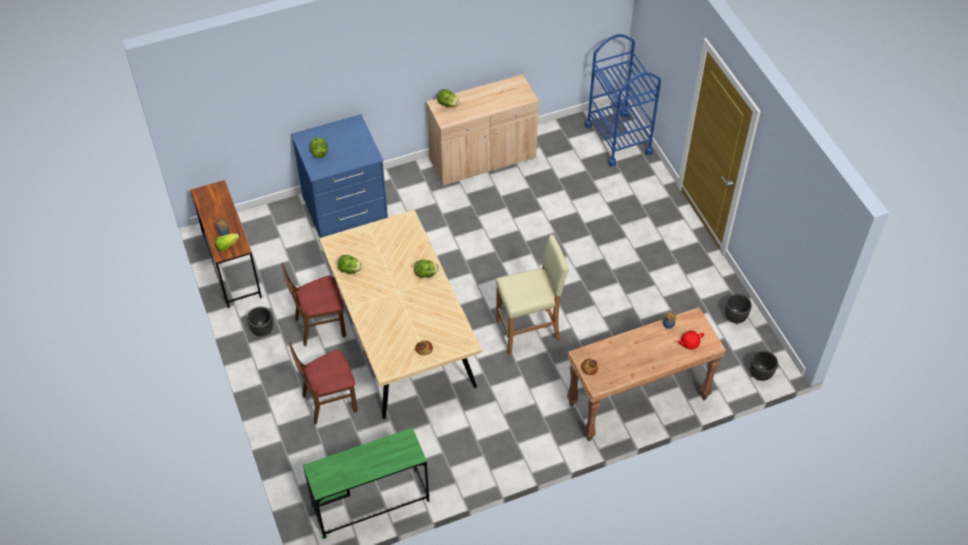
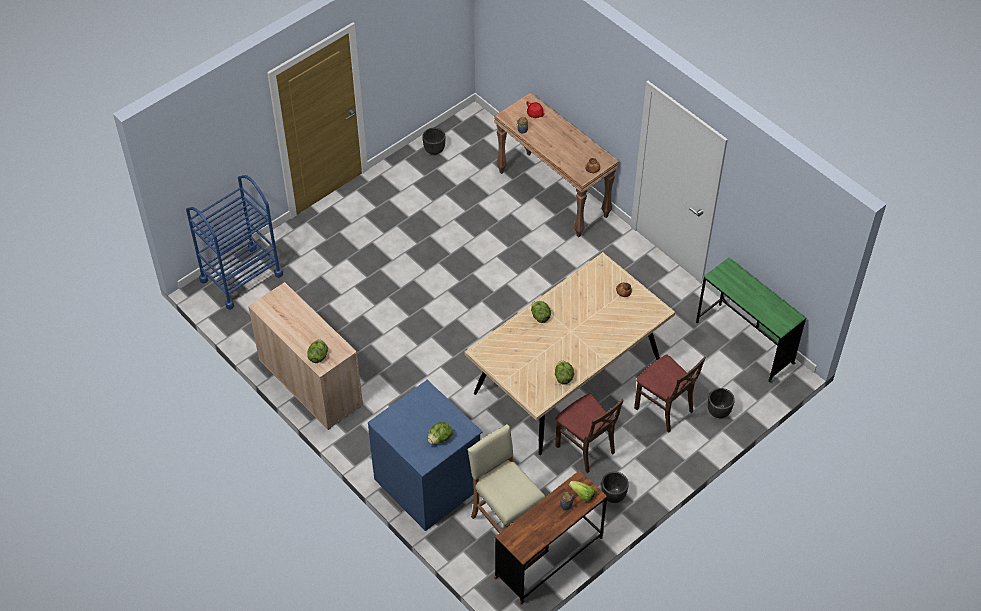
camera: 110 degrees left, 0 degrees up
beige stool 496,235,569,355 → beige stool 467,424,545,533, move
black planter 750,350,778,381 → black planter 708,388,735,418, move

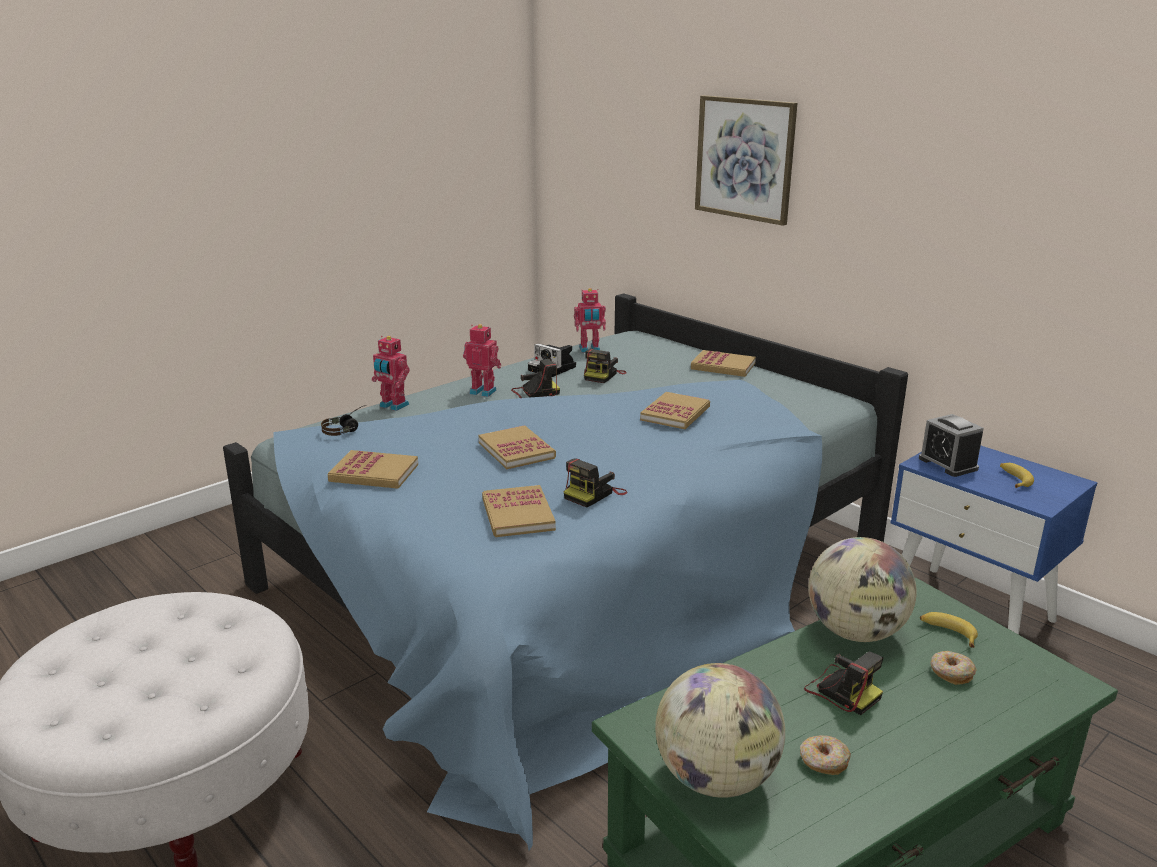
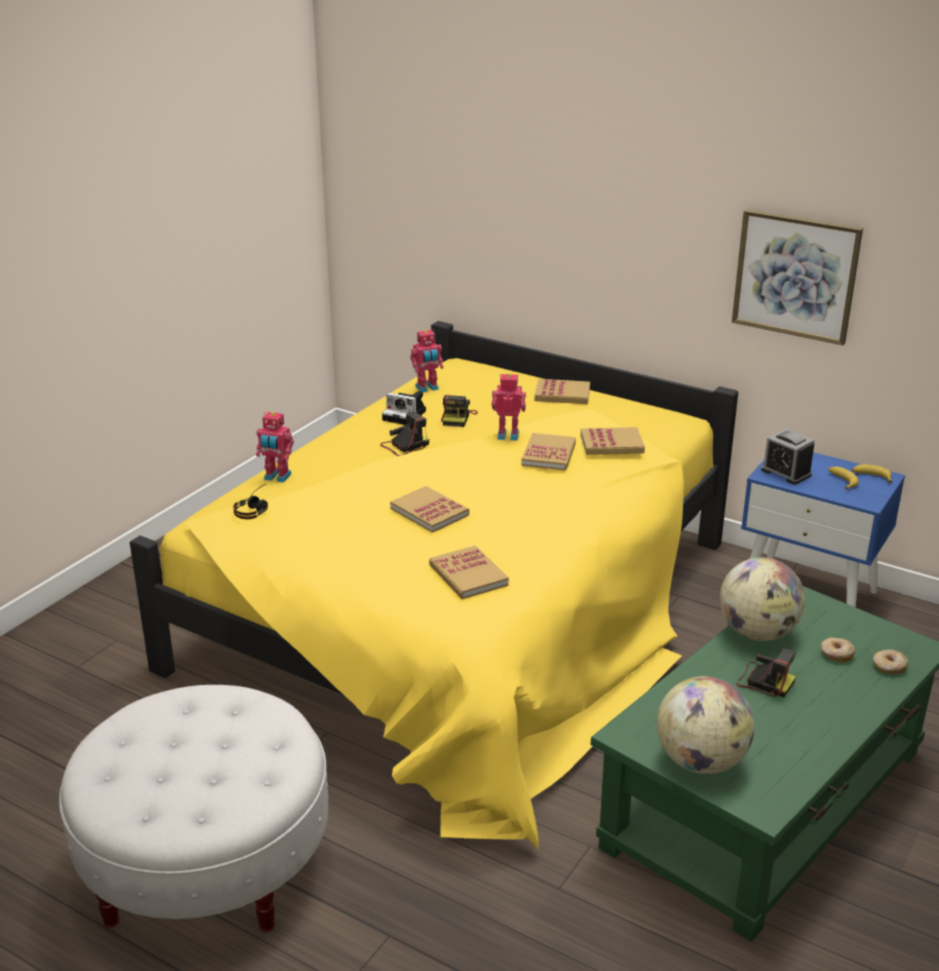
camera: 15 degrees left, 5 degrees up
blue bed 223,293,908,851 → yellow bed 130,321,738,849
book 327,450,418,489 → book 581,427,645,455, move
toy robot 463,324,501,397 → toy robot 491,373,526,441, move
photo camera 564,458,627,507 → -
picture 695,95,797,226 → picture 732,209,863,345, move
donut 800,735,851,775 → donut 873,649,908,674, move
banana 920,612,978,648 → banana 852,464,892,483, move

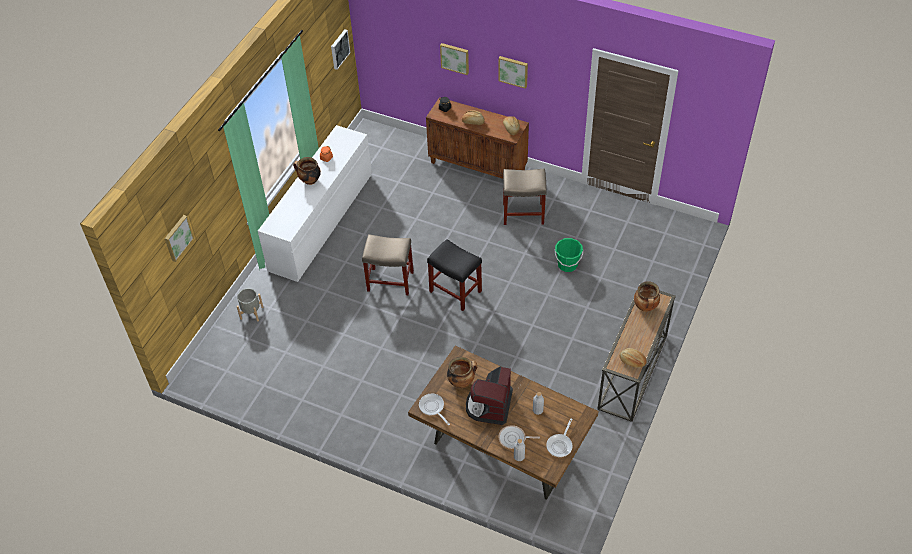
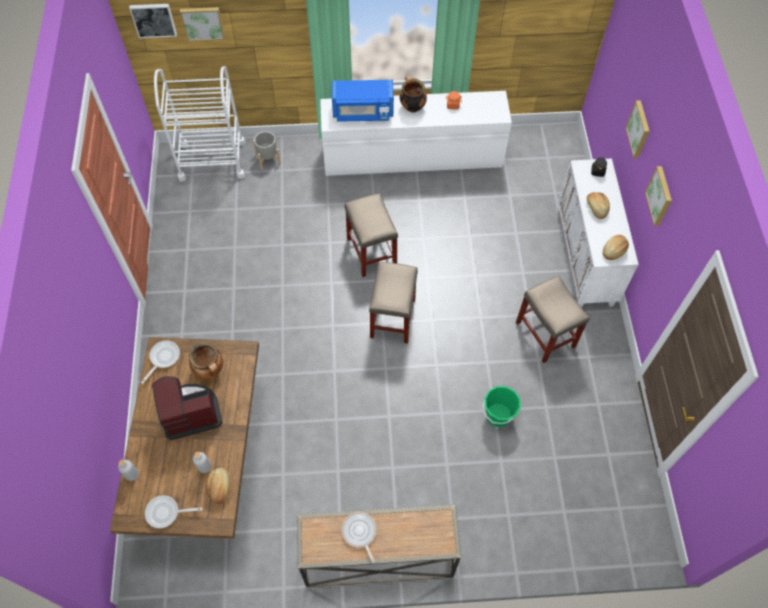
camera: 60 degrees right, 10 degrees up
picture 331,29,350,70 → picture 129,4,177,38, move
brown cabinet 426,97,529,179 → white cabinet 558,158,639,308
black stool 427,239,482,311 → beige stool 369,262,418,344
frying pan 498,425,540,449 → frying pan 342,512,377,563, move
bread 620,348,647,368 → bread 205,467,230,504, move
cooking pot 634,281,660,312 → -
- → white cart 154,66,246,182
- → blue microwave 332,80,394,122

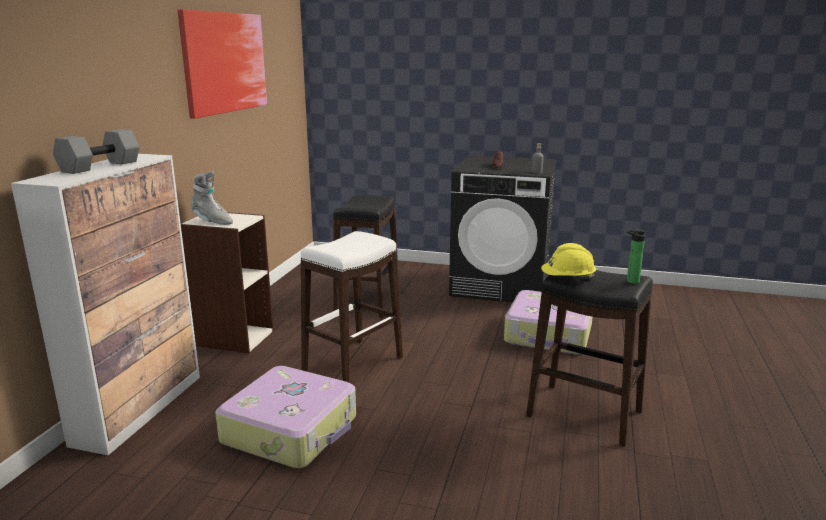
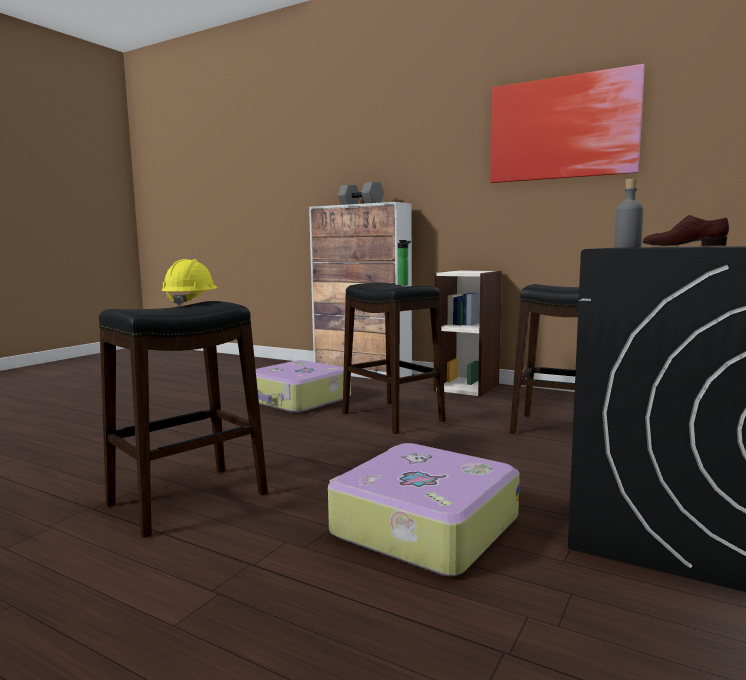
camera: 105 degrees right, 10 degrees down
grey boot 191,171,233,225 → -
white stool 301,231,403,383 → black stool 342,283,446,434
bottle 627,229,647,284 → bottle 398,240,411,286, move

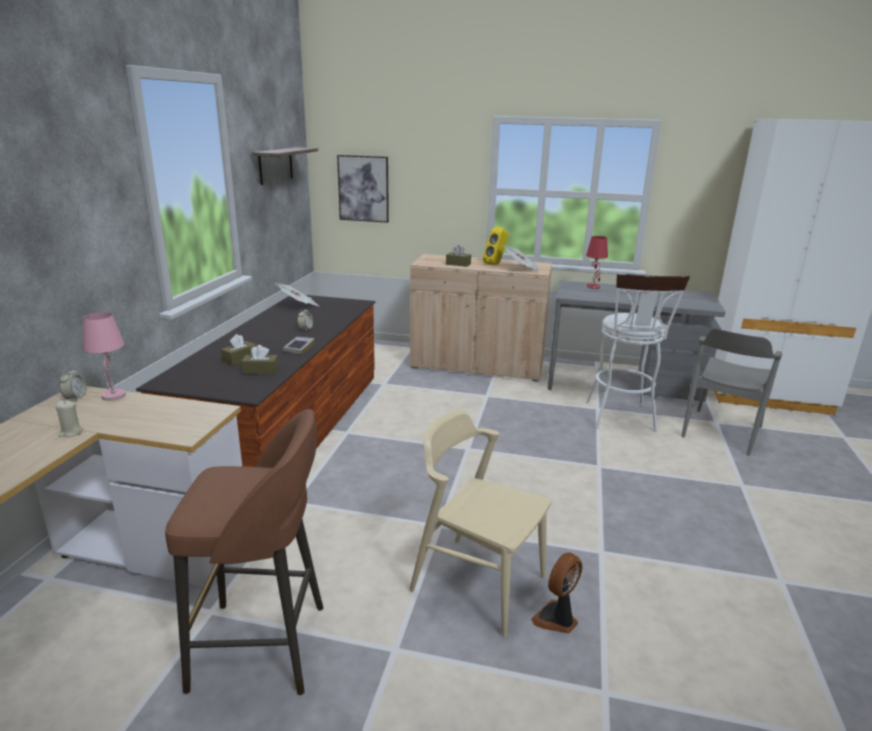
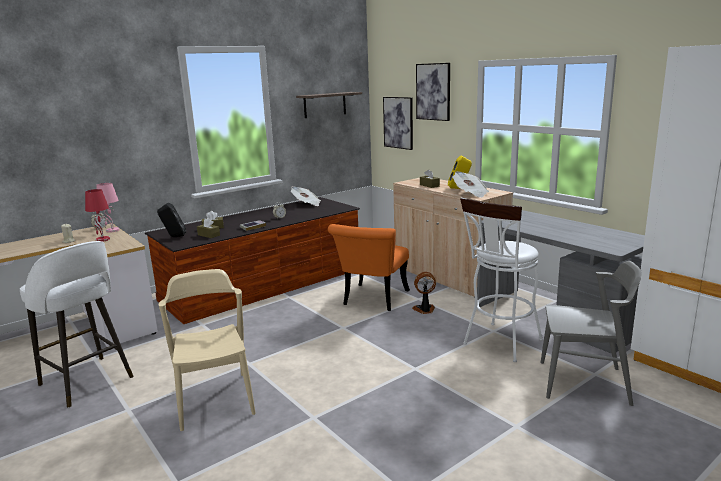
camera: 40 degrees right, 5 degrees down
brown stool 165,409,324,695 → white stool 20,241,134,408
fan 531,552,582,633 → fan 412,272,436,314, move
red table lamp 586,236,608,289 → red table lamp 85,189,110,242, move
grey chair 681,329,783,456 → grey chair 541,261,642,406, 150 degrees counterclockwise
- → black speaker 157,203,186,237
- → orange chair 328,224,410,311
- → picture 416,63,450,121

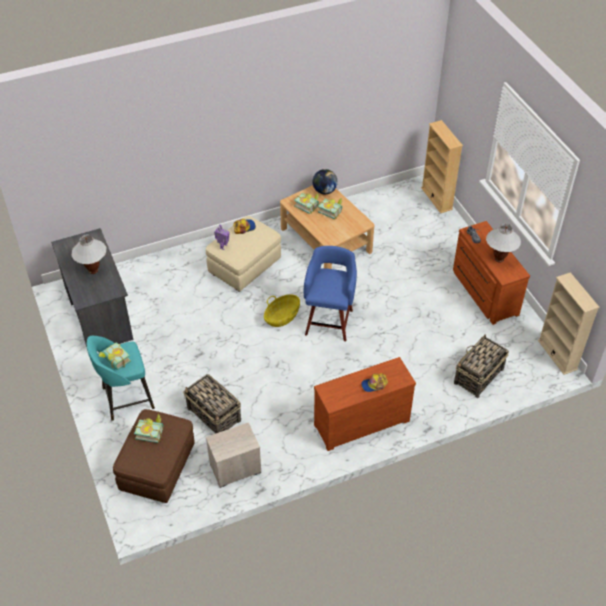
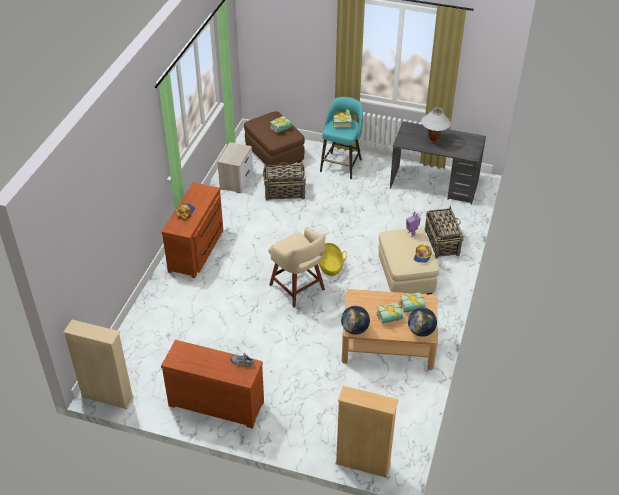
camera: 130 degrees right, 5 degrees down
blue stool 304,246,357,341 → beige stool 268,227,325,308
basket 454,335,509,398 → basket 425,206,464,259, move
white table lamp 486,223,521,263 → -
- → globe 341,306,370,335

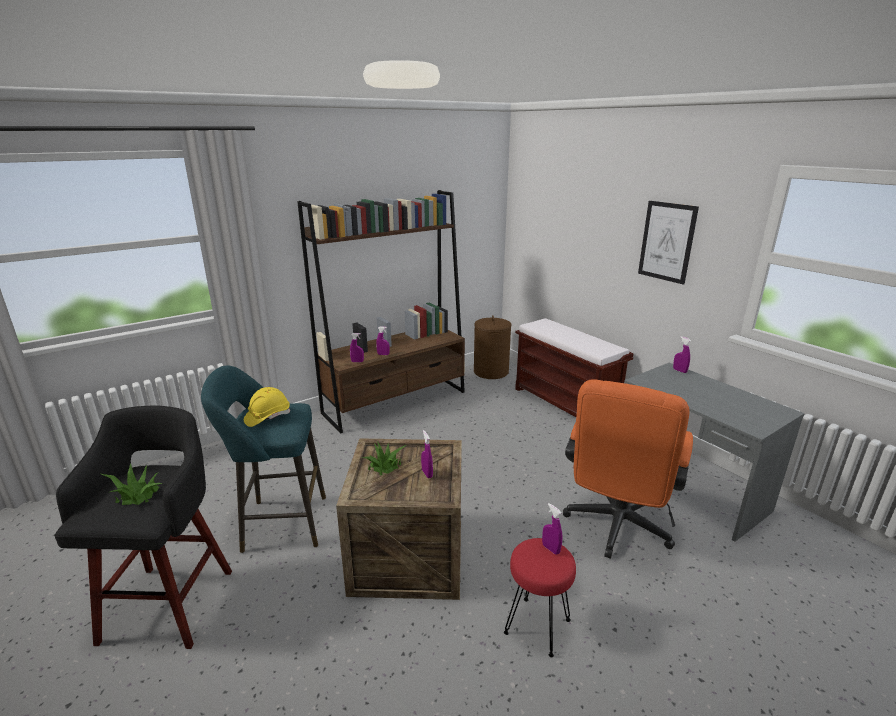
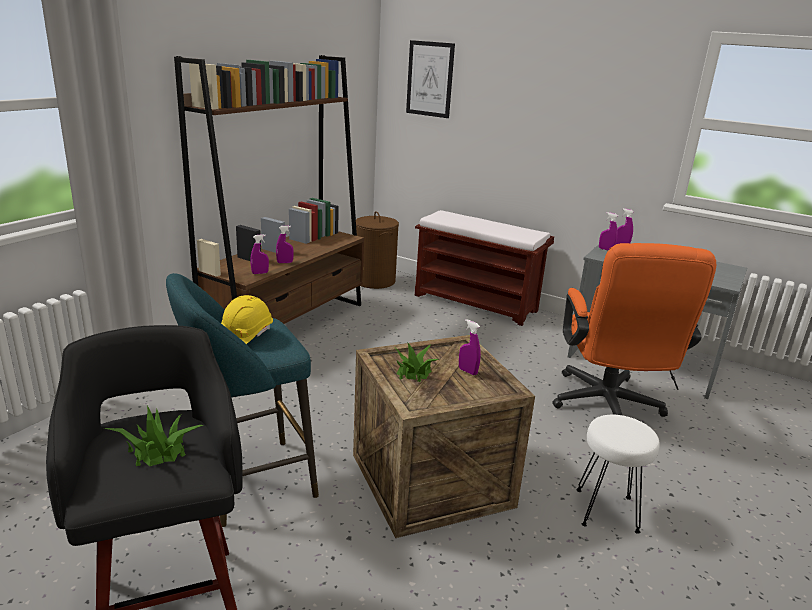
camera: 25 degrees left, 0 degrees up
red stool 504,538,576,657 → white stool 577,415,660,534
purple spray bottle 542,503,562,555 → purple spray bottle 599,212,618,250, move
picture 638,201,699,285 → picture 406,40,455,118, move

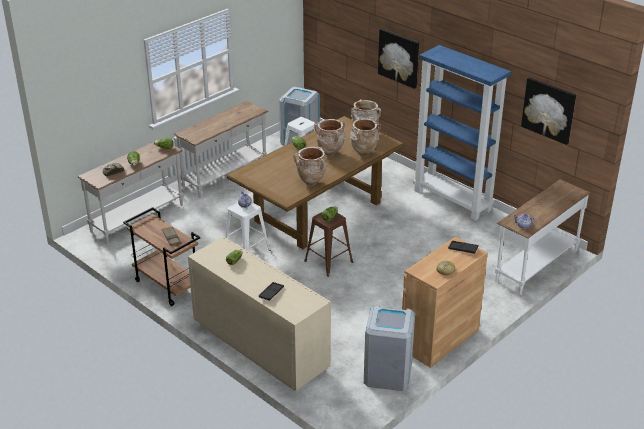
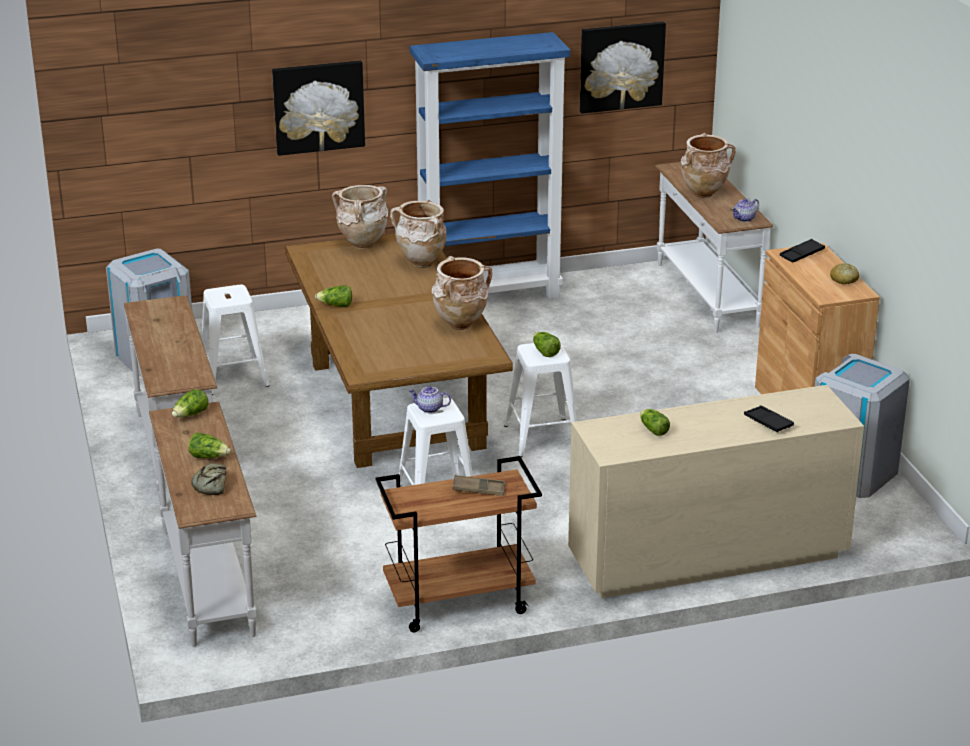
camera: 60 degrees left, 5 degrees down
brown stool 304,212,353,277 → white stool 504,343,577,457
beige vase 314,119,345,156 → beige vase 680,133,736,198, move

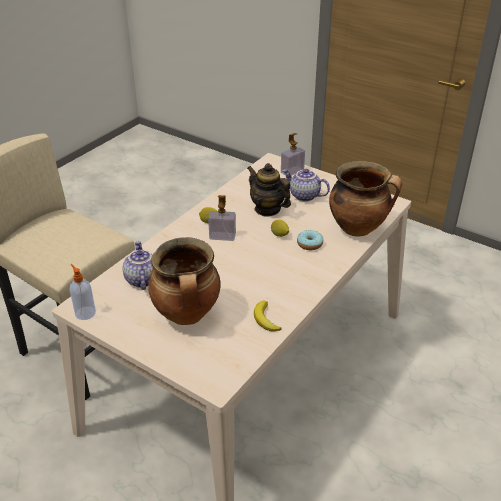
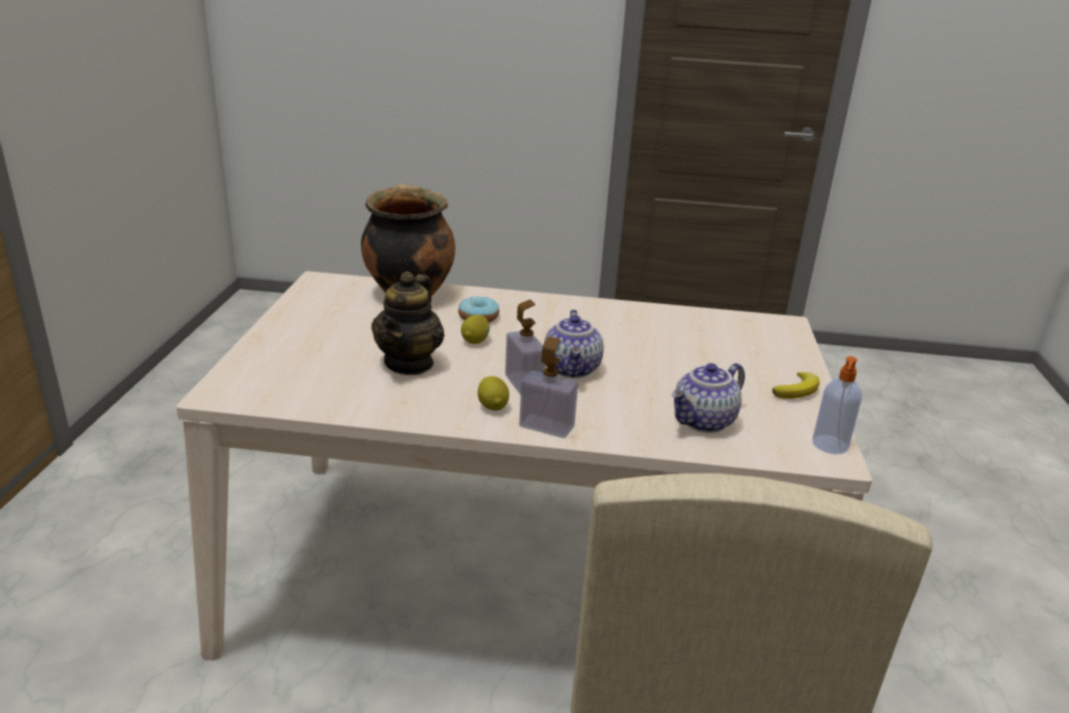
camera: 120 degrees left, 10 degrees down
cooking pot 148,237,221,325 → -
banana 254,300,282,331 → banana 772,372,819,399, move
soap dispenser 281,133,305,176 → soap dispenser 519,337,578,438, move
teapot 282,169,330,202 → teapot 544,310,604,378, move

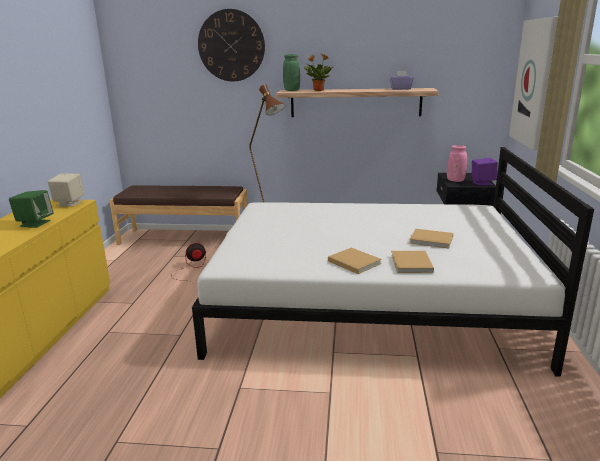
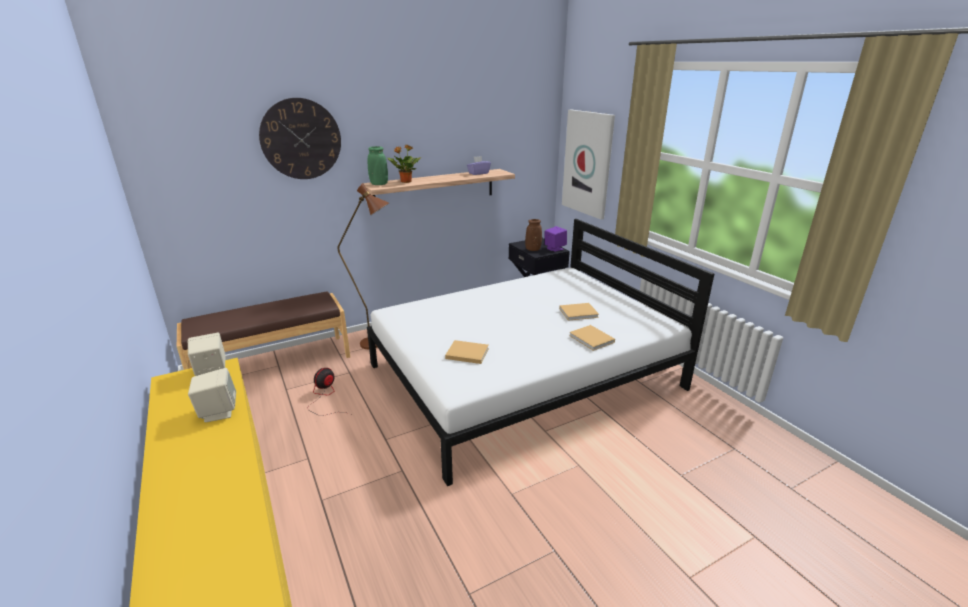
camera: 35 degrees left, 5 degrees up
green speaker 9,190,54,228 → beige speaker 188,368,236,422
beige book 328,248,382,274 → beige book 445,340,489,364, move
pink vase 447,145,467,182 → brown vase 525,219,542,251

